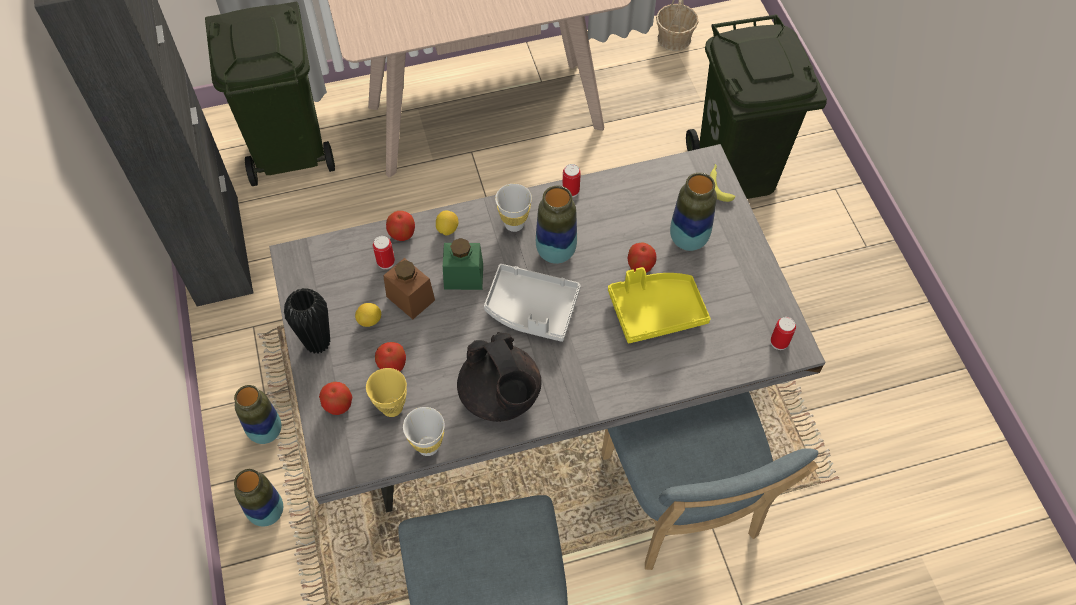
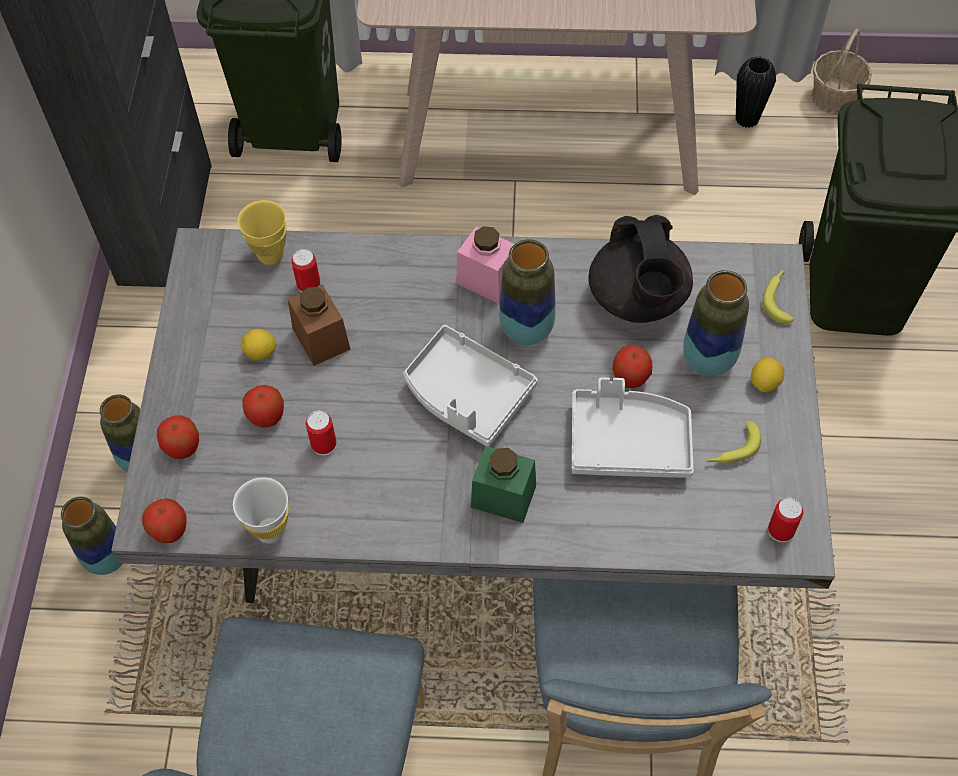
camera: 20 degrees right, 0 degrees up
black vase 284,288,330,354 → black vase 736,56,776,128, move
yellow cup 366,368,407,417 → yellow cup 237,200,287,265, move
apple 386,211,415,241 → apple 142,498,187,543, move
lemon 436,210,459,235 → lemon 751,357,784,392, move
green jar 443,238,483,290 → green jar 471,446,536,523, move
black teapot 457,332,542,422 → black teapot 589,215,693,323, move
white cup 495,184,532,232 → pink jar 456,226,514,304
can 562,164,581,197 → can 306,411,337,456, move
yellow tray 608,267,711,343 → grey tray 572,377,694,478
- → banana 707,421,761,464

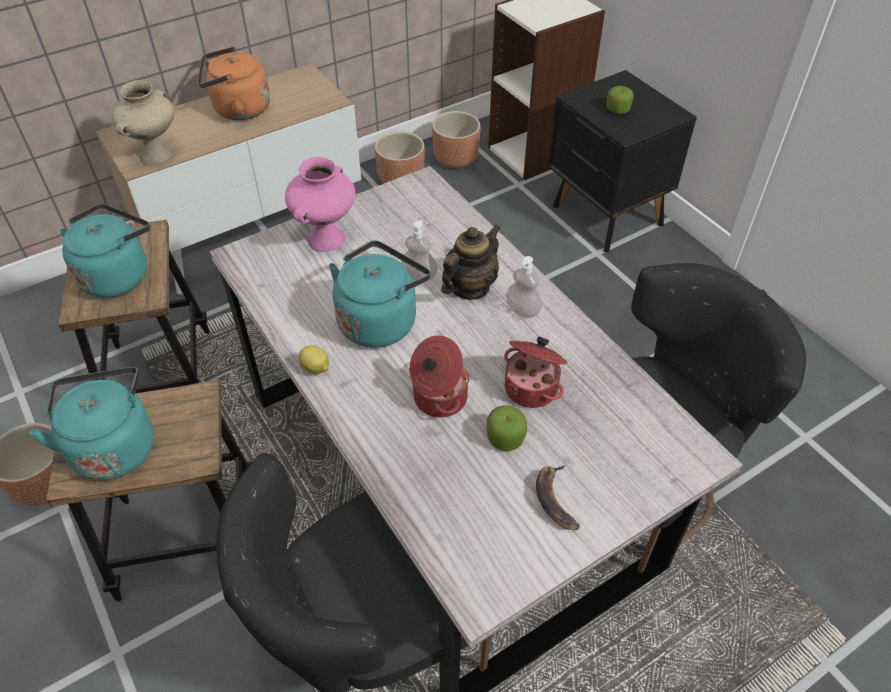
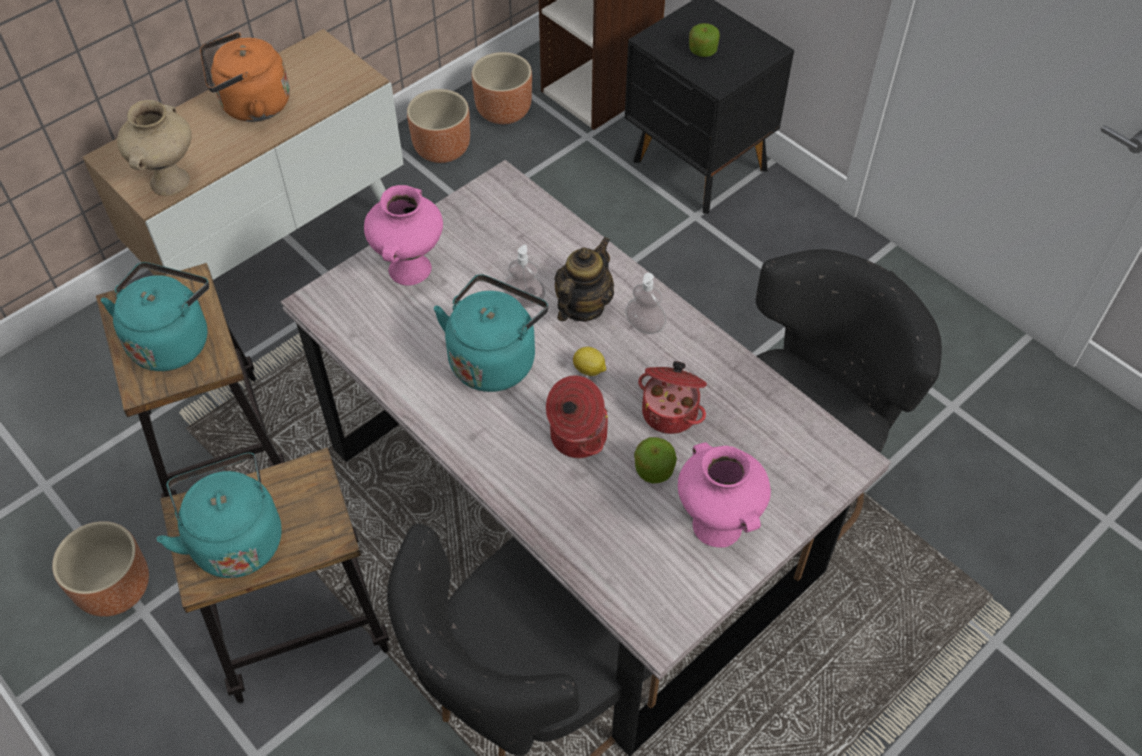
camera: 10 degrees left, 5 degrees up
lemon 298,345,329,374 → lemon 573,347,606,376, move
banana 536,465,580,530 → pink vase 678,442,771,548

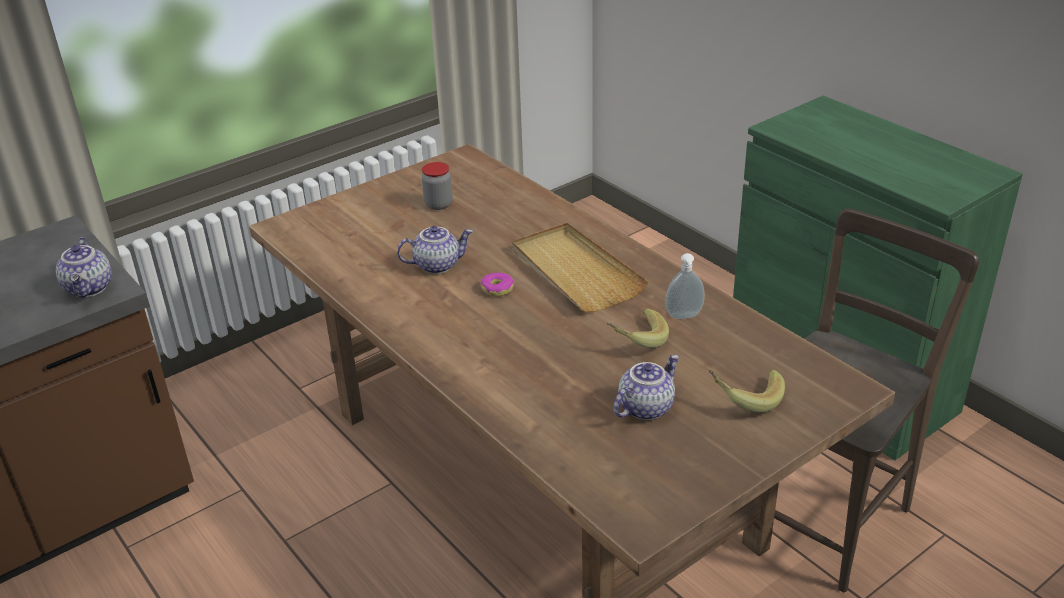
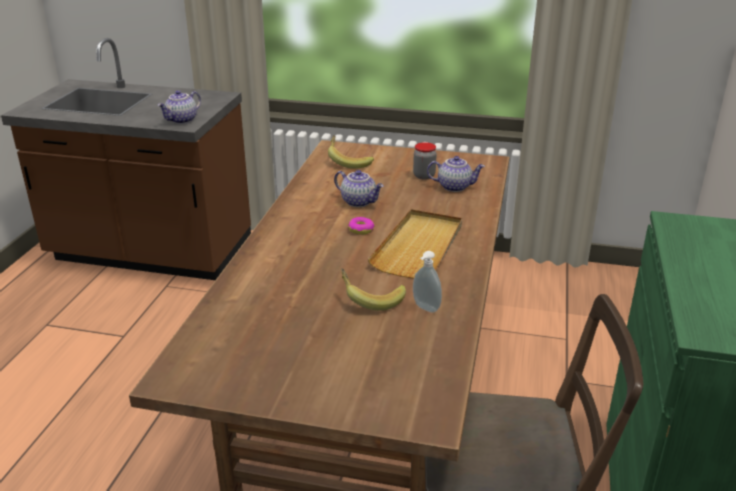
camera: 50 degrees right, 5 degrees down
teapot 613,355,679,420 → teapot 427,156,485,192, move
banana 709,369,785,412 → banana 328,135,374,169, move

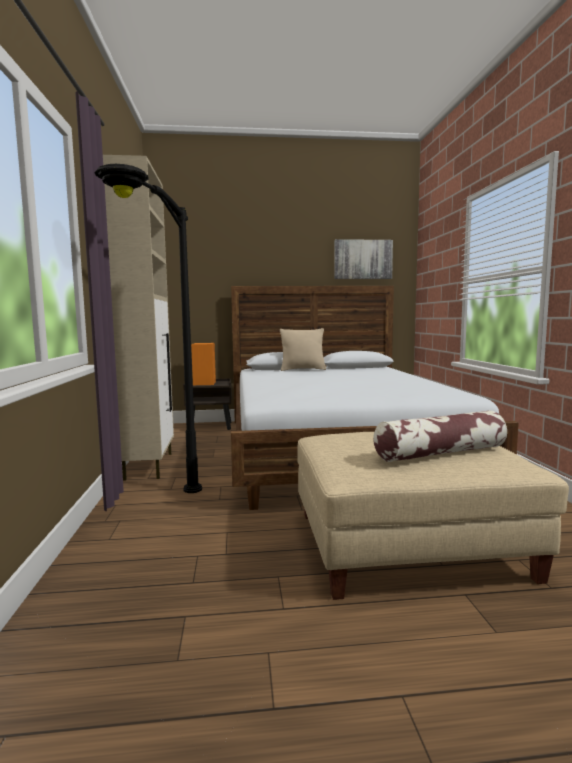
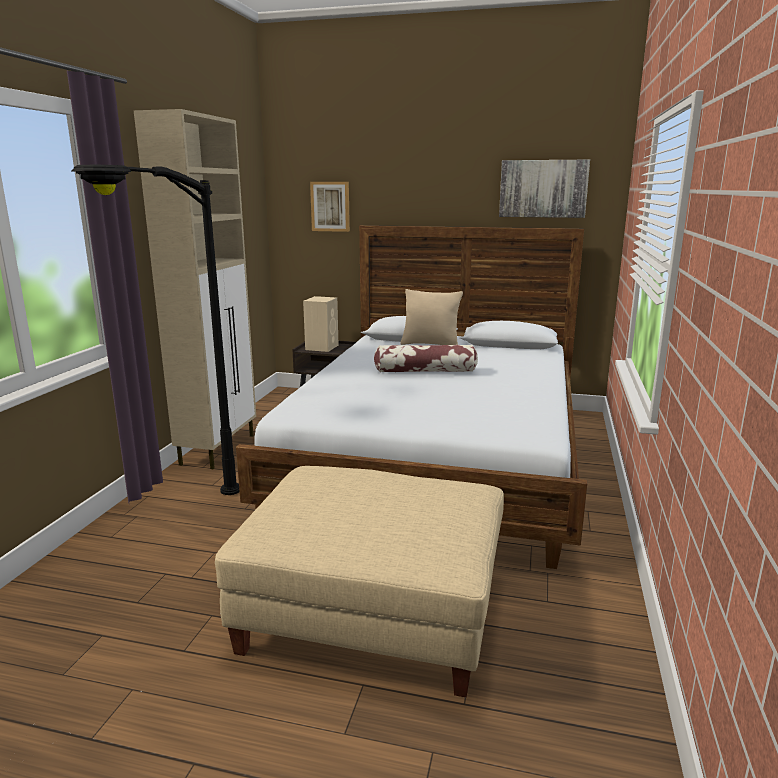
camera: 20 degrees right, 10 degrees up
orange speaker 191,343,216,385 → beige speaker 303,296,338,352
pillow 373,410,507,462 → pillow 374,345,478,372, move
- → picture 310,182,350,232

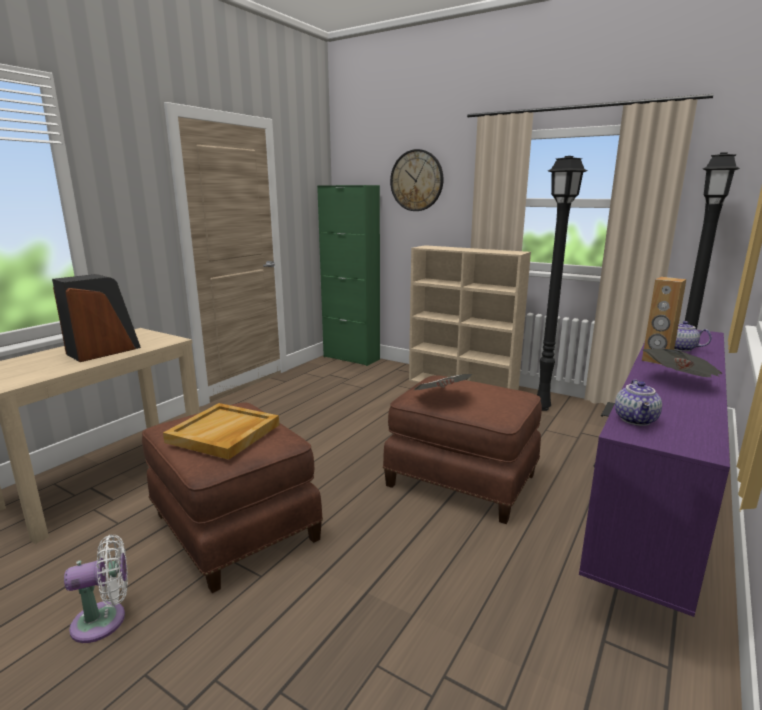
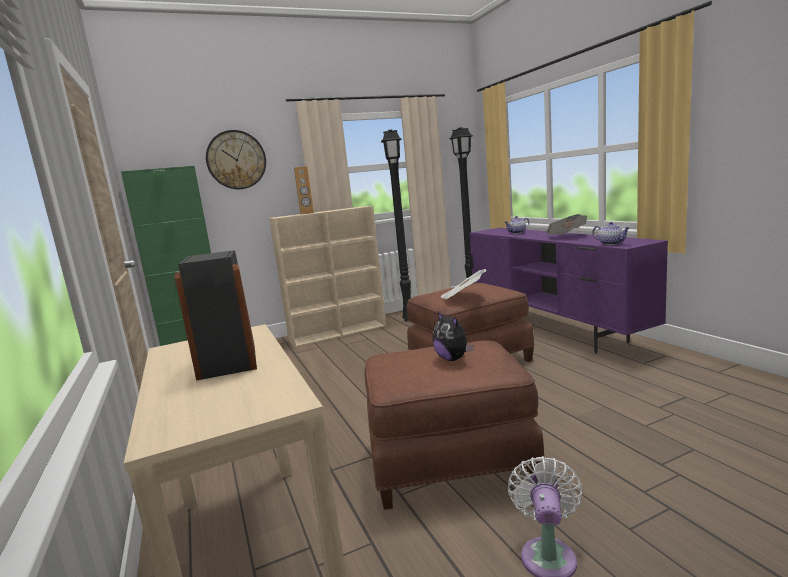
camera: 55 degrees left, 5 degrees down
beige tray 163,403,279,460 → plush toy 433,312,473,361
brown speaker 642,277,686,365 → brown speaker 294,166,314,215, move

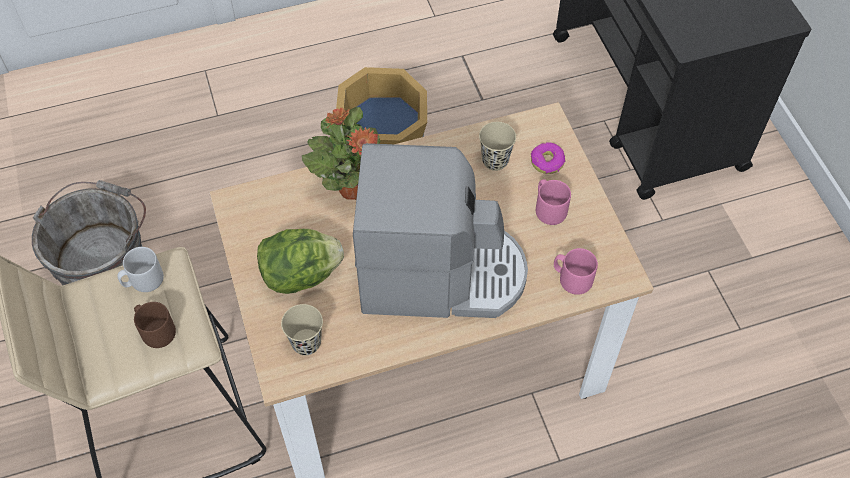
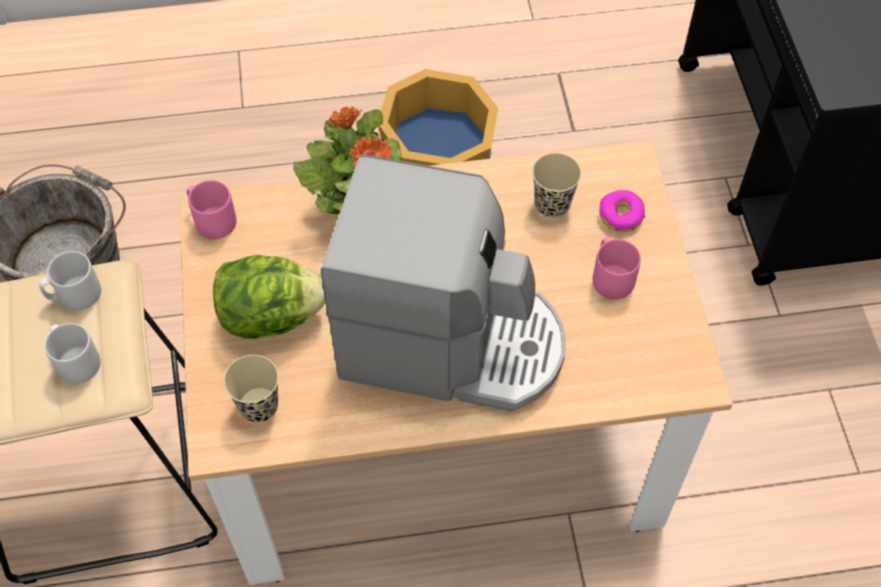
camera: 10 degrees right, 0 degrees up
brown mug 134,302,176,348 → grey mug 44,323,101,384
pink mug 554,248,598,295 → pink mug 187,180,237,239, move

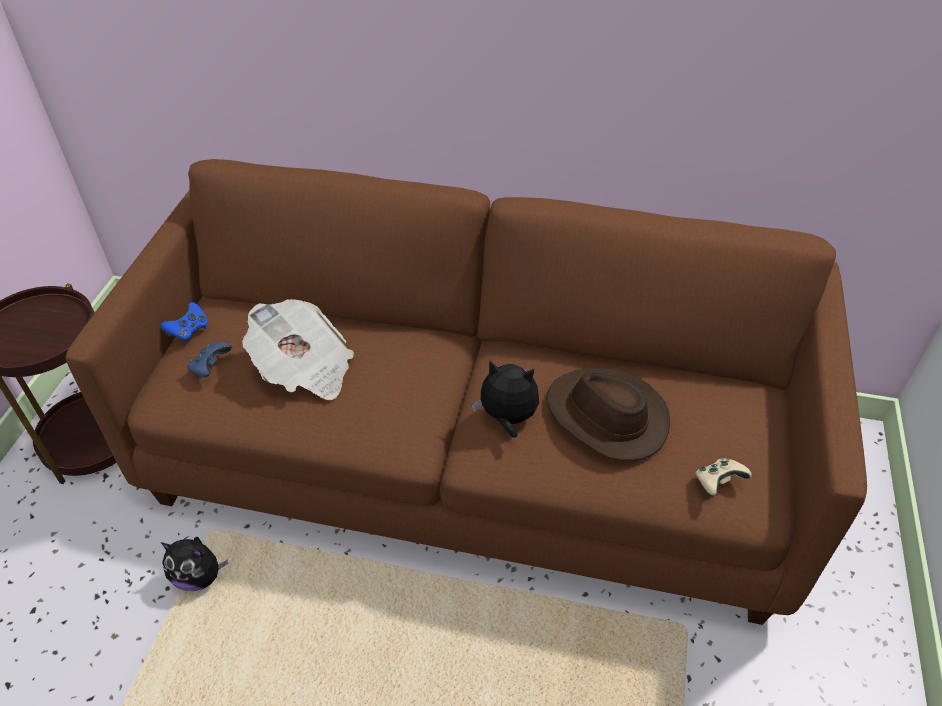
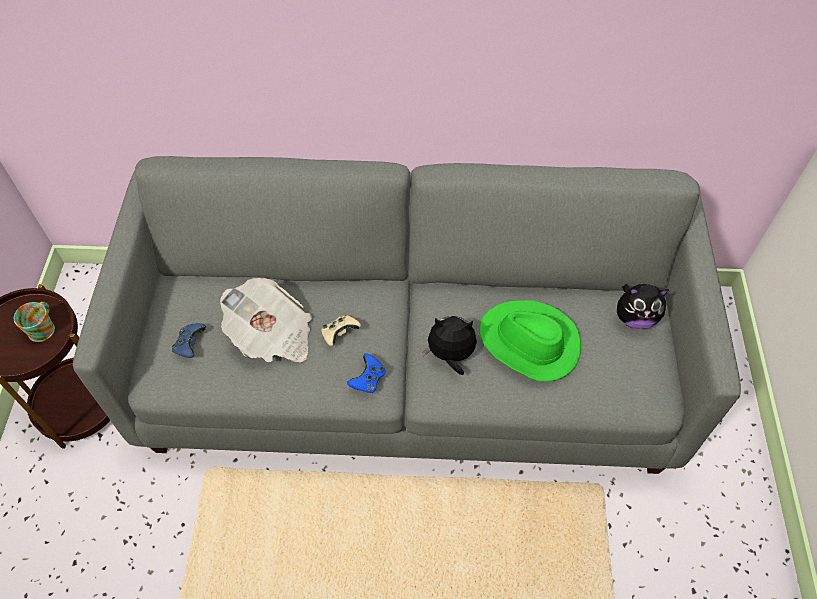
camera: 10 degrees left, 10 degrees up
brown sofa 66,159,867,625 → grey sofa 73,156,741,474
blue game controller 161,302,208,342 → blue game controller 347,353,386,393, move
plush toy 161,536,228,591 → plush toy 617,284,669,329, move
brown hat 546,368,670,461 → green hat 479,300,581,382
beige game controller 695,458,752,495 → beige game controller 321,315,361,346, move
- → mug 14,302,55,342

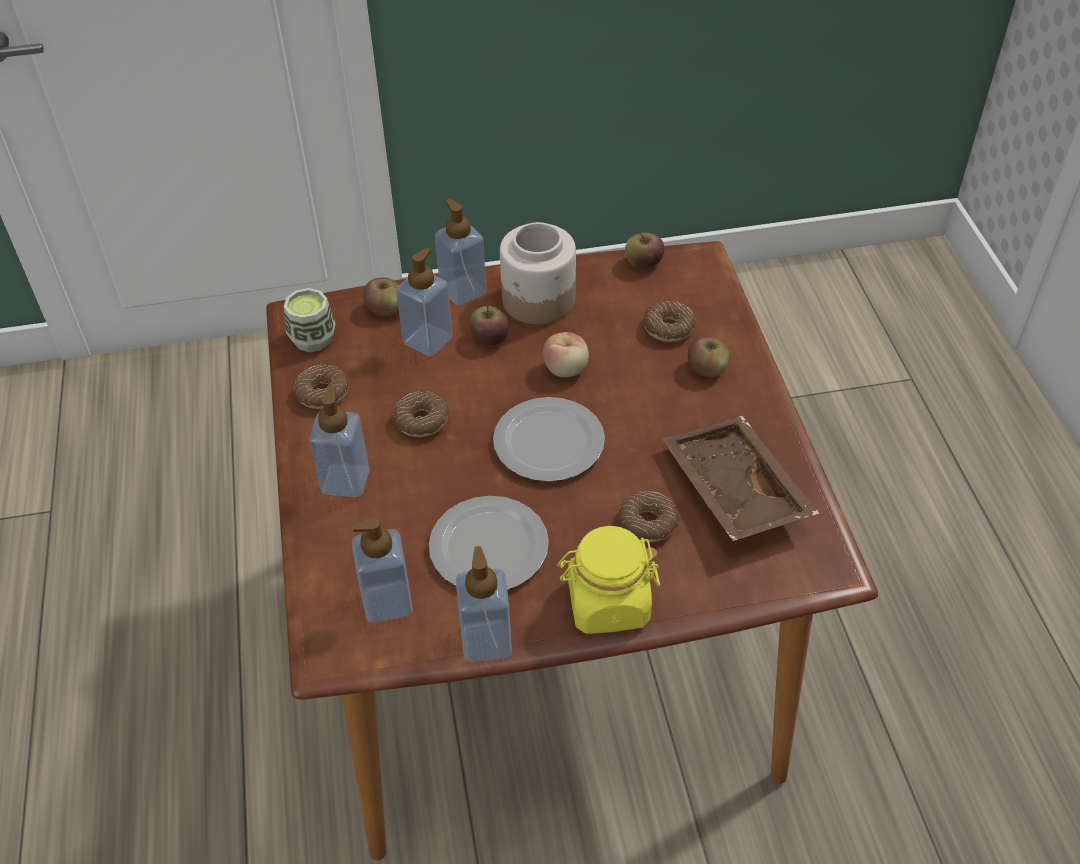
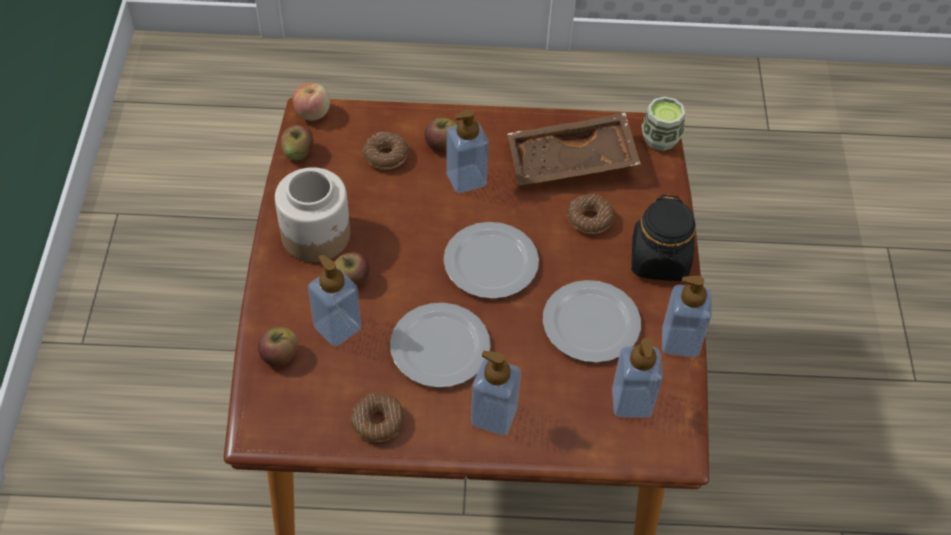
camera: 80 degrees left, 5 degrees up
cup 284,288,336,352 → cup 642,96,685,151, move
donut 393,391,449,437 → plate 390,303,491,388
soap dispenser 435,199,487,306 → soap dispenser 446,109,489,193, move
apple 543,332,589,377 → apple 293,83,330,121, move
yellow jar 557,526,660,634 → black jar 631,195,696,281

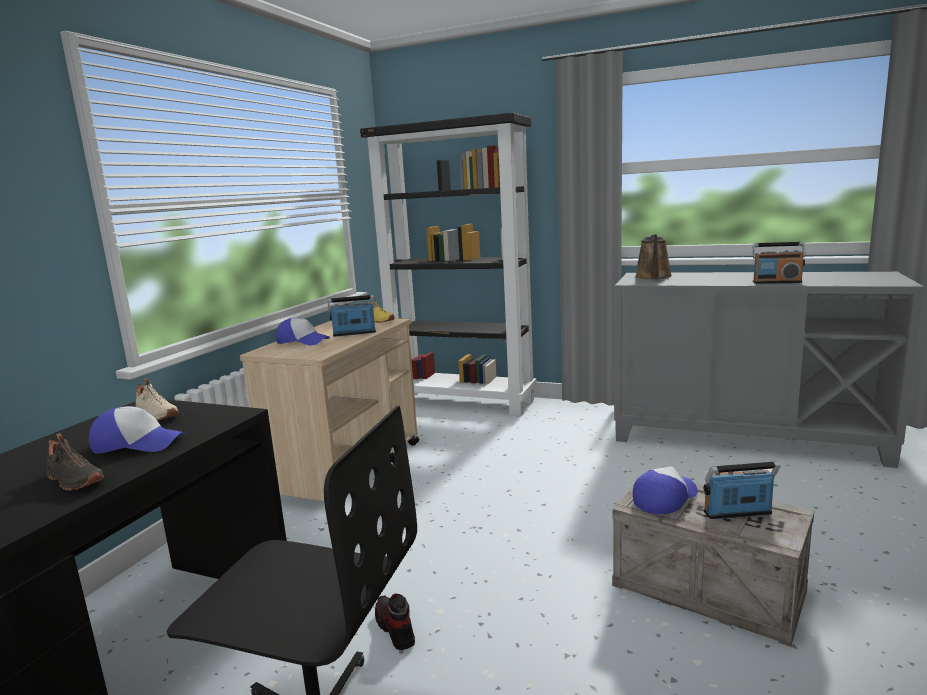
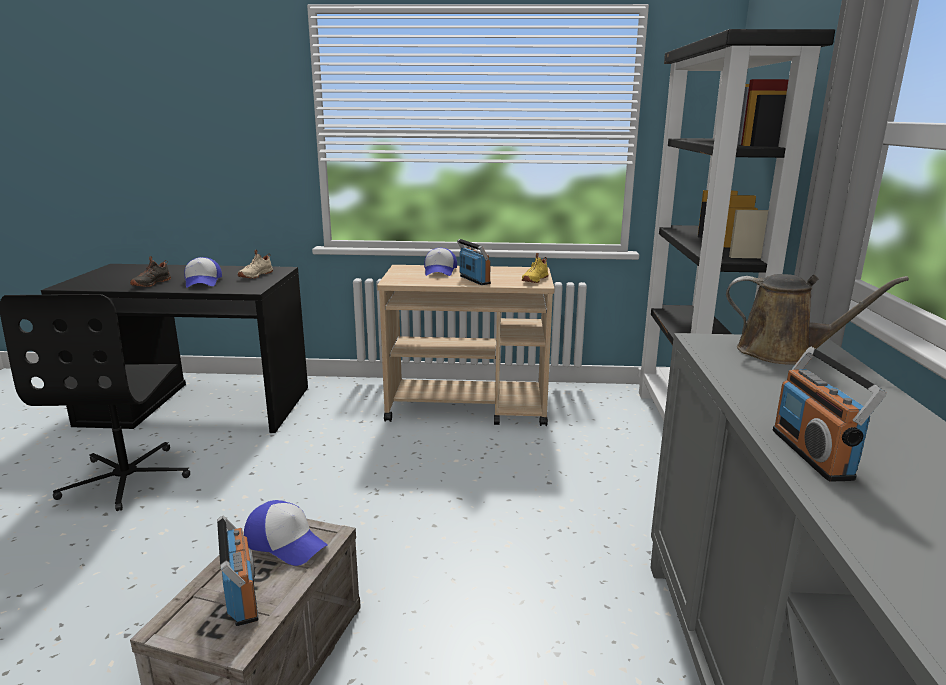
camera: 70 degrees right, 5 degrees up
shoe 375,593,415,650 → -
brown watering can 635,234,672,279 → brown watering can 726,274,909,364, 150 degrees counterclockwise

